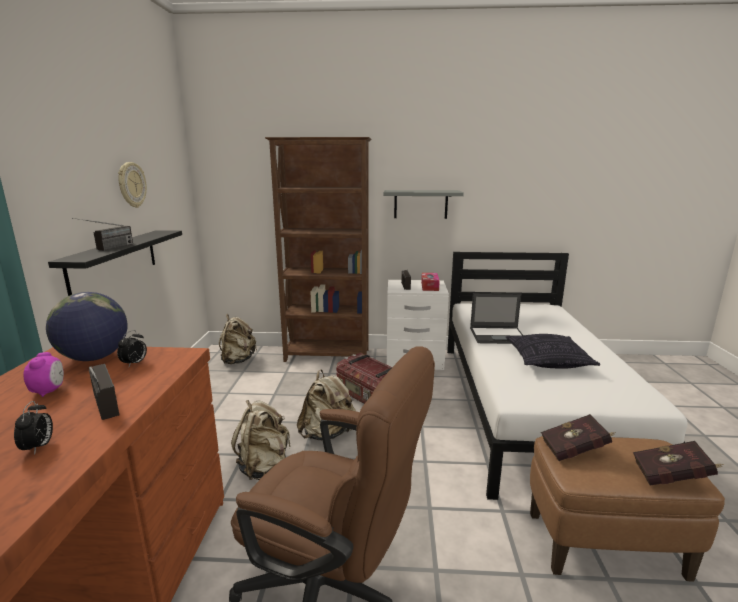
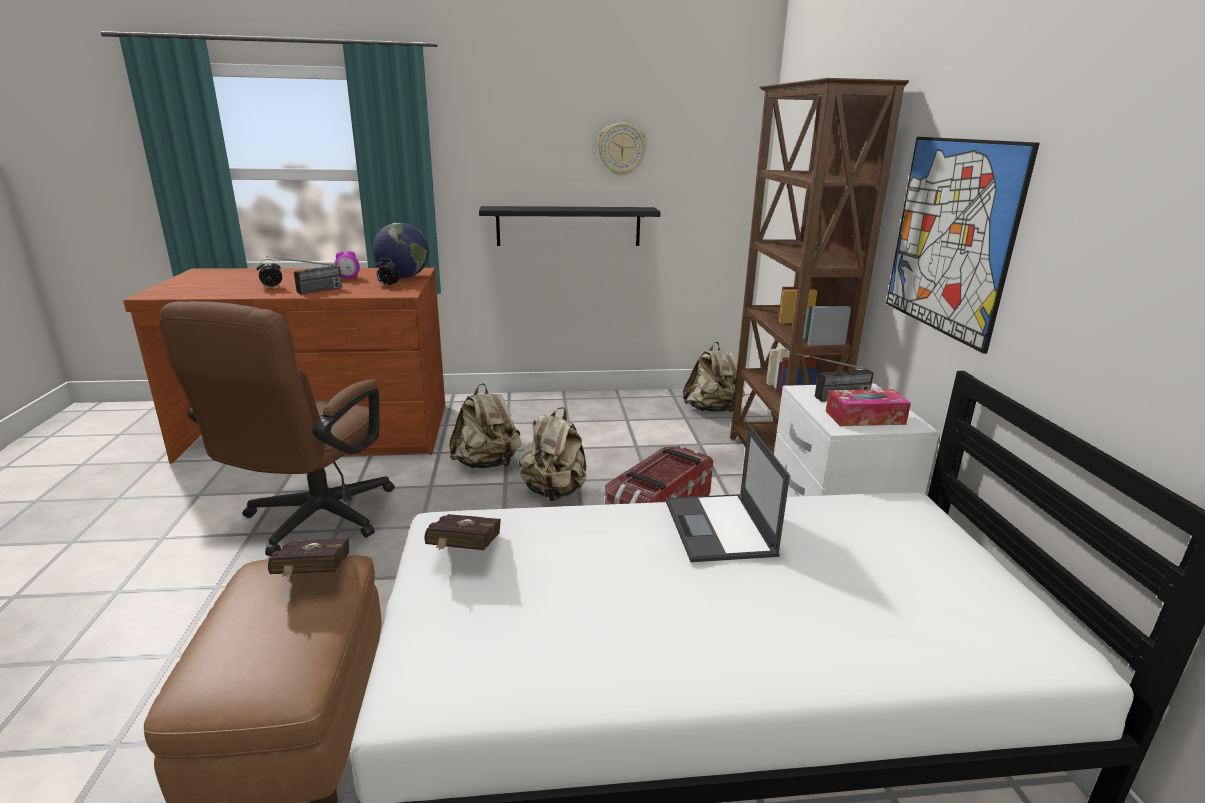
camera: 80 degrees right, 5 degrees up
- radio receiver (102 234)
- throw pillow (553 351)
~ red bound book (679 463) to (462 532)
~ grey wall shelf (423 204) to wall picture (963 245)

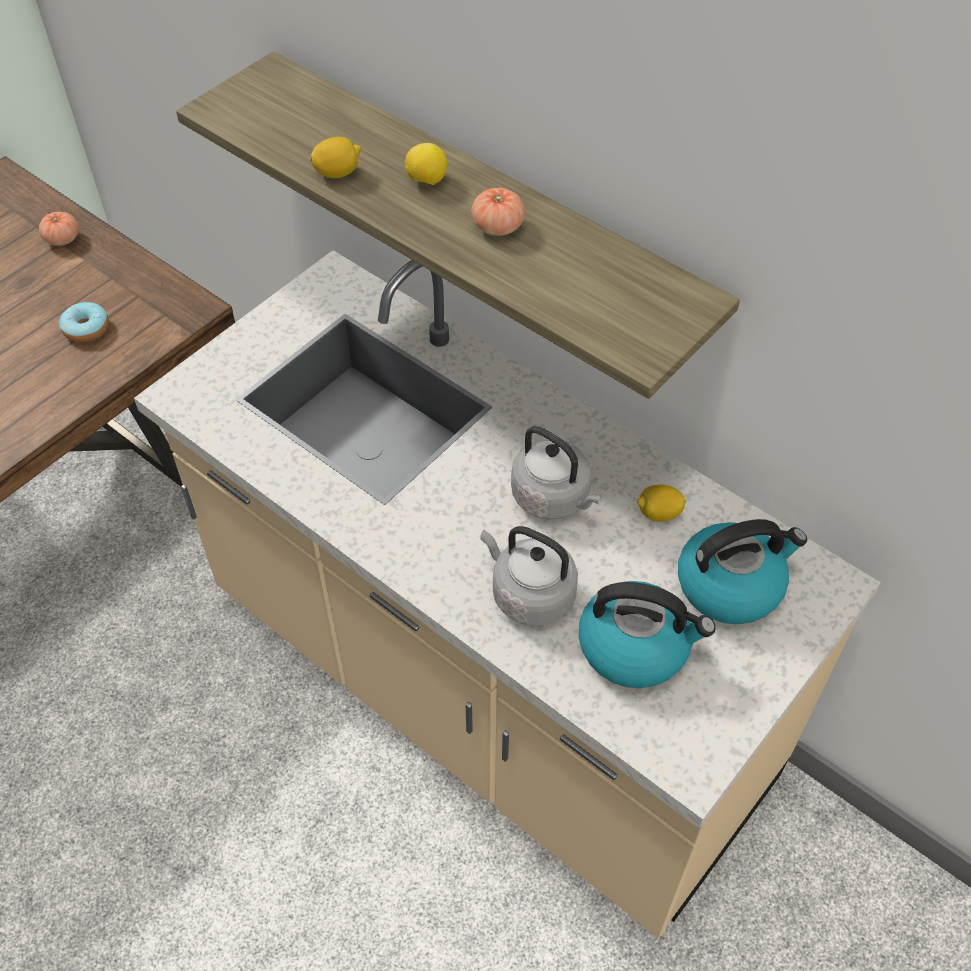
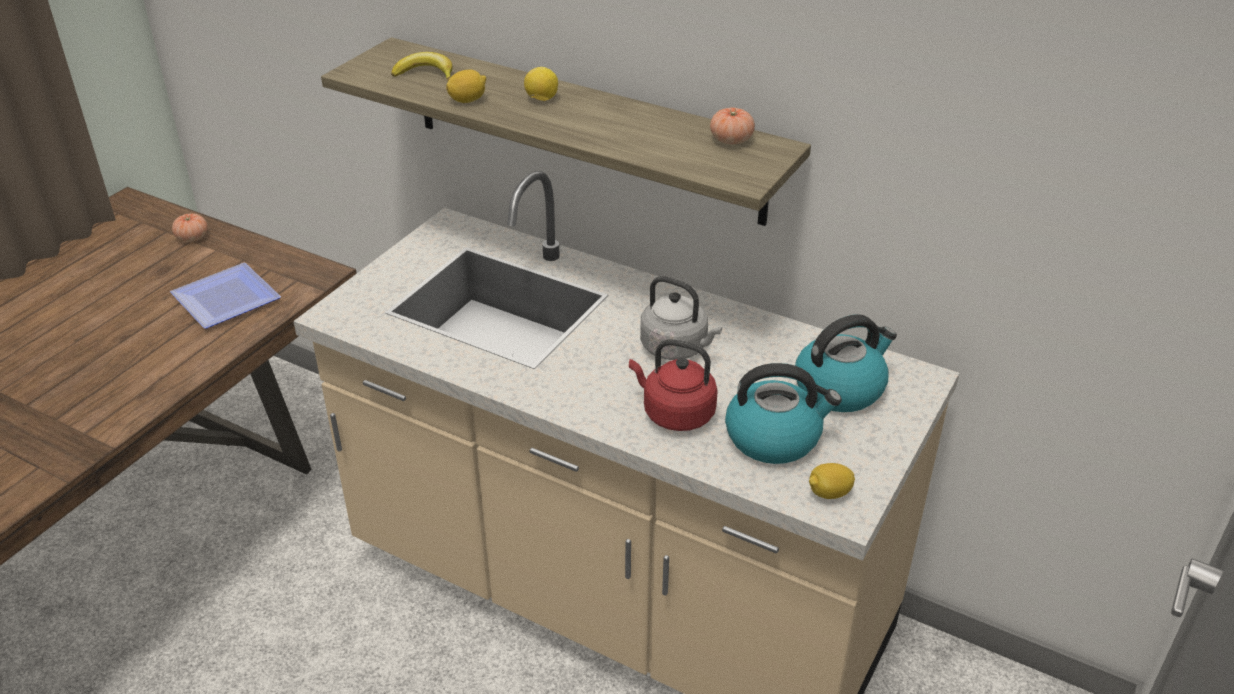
camera: 10 degrees left, 15 degrees down
+ banana (421 66)
~ fresh tomato (498 212) to (732 126)
~ whole lemon (661 503) to (832 481)
~ doughnut (84 322) to dinner plate (225 296)
~ grey tea kettle (529 576) to red tea kettle (673 385)

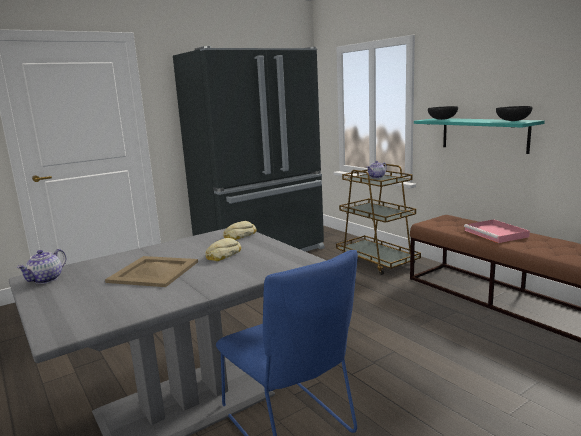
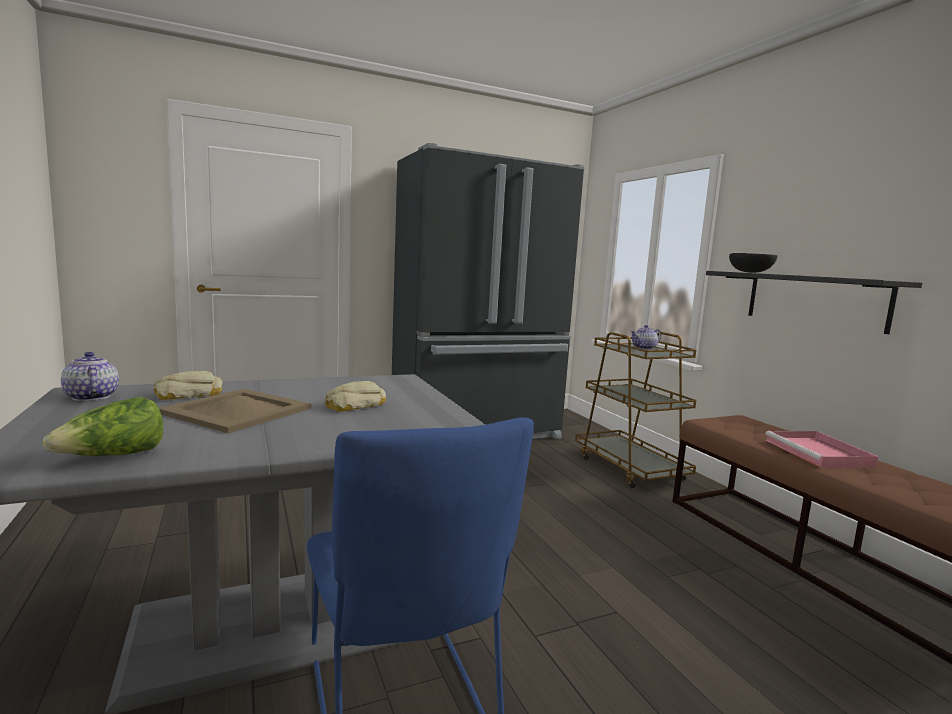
camera: 10 degrees right, 5 degrees down
- black deep dish (514 113)
+ lettuce (103 426)
~ bakery bread (239 230) to (187 385)
~ blue-green wall shelf (479 136) to black wall shelf (814 302)
~ teapot (41 266) = (90 376) 105 degrees clockwise

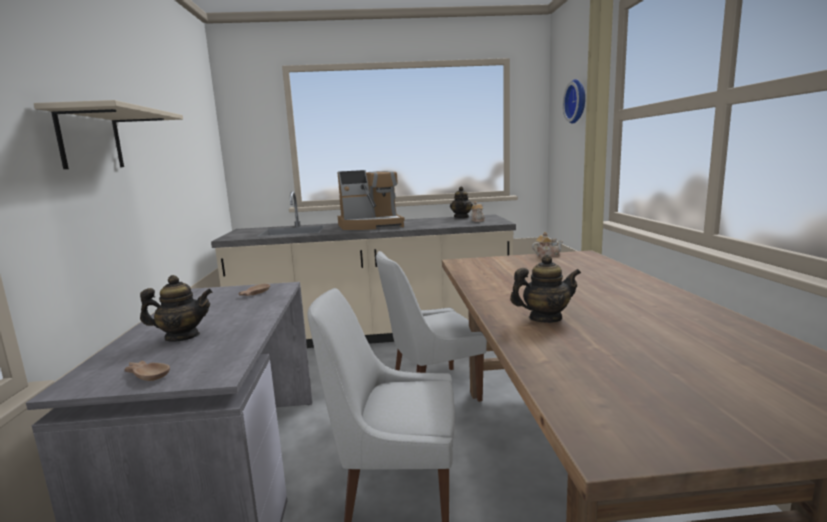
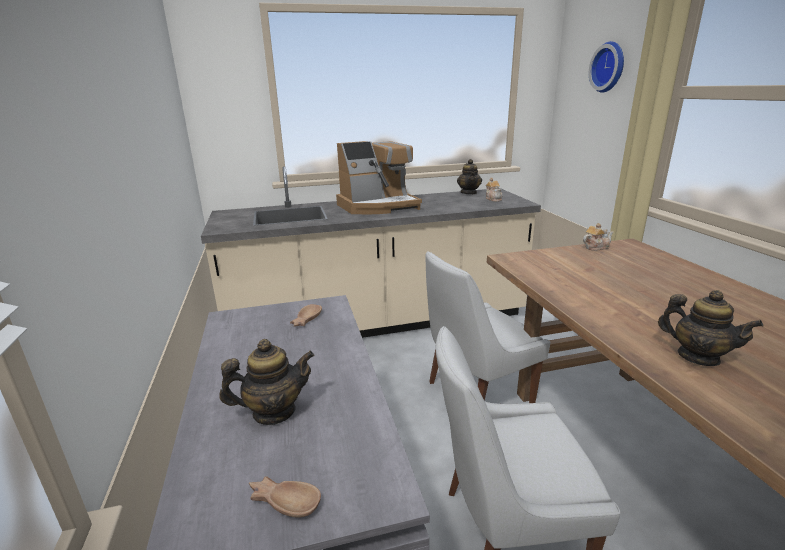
camera: 10 degrees left, 10 degrees up
- beige-coloured wall shelf (108 134)
~ teapot (545 288) = (711 328) 60 degrees clockwise

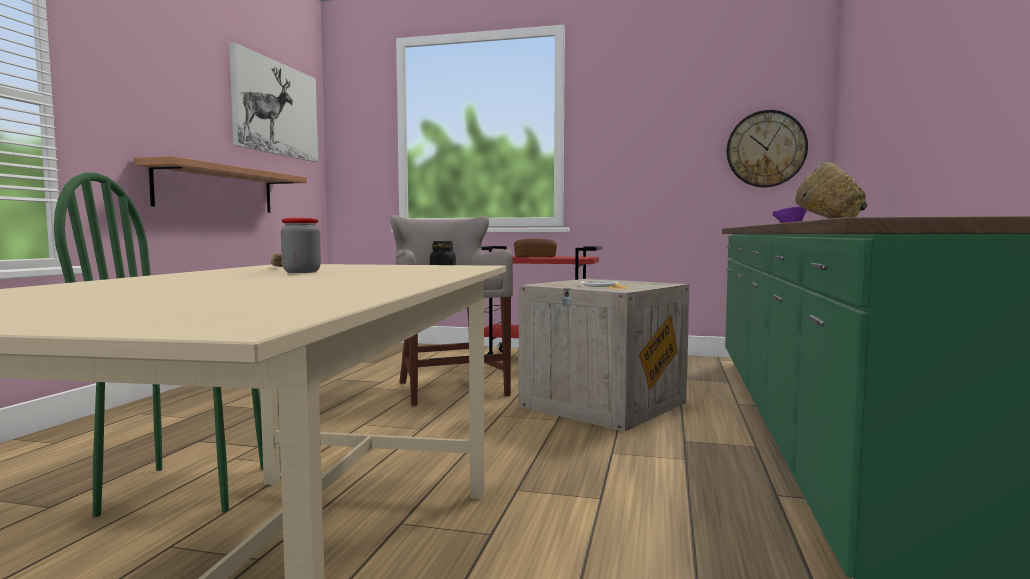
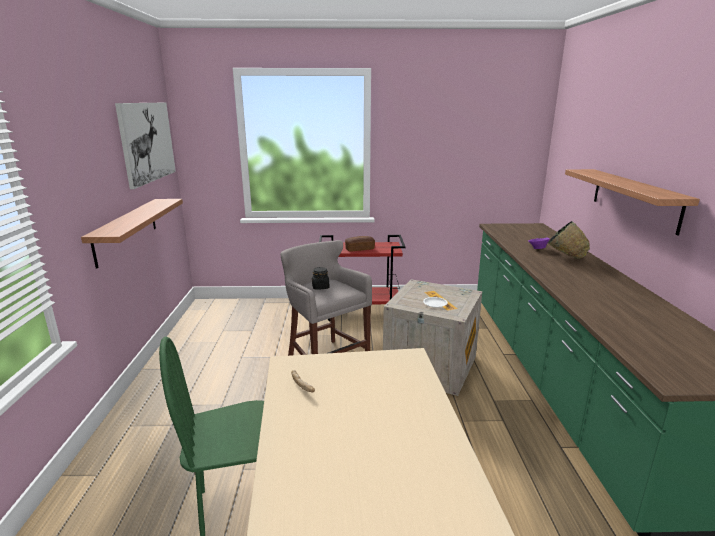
camera: 15 degrees left, 15 degrees up
- jar (301 245)
- wall clock (767 148)
+ wall shelf (632 202)

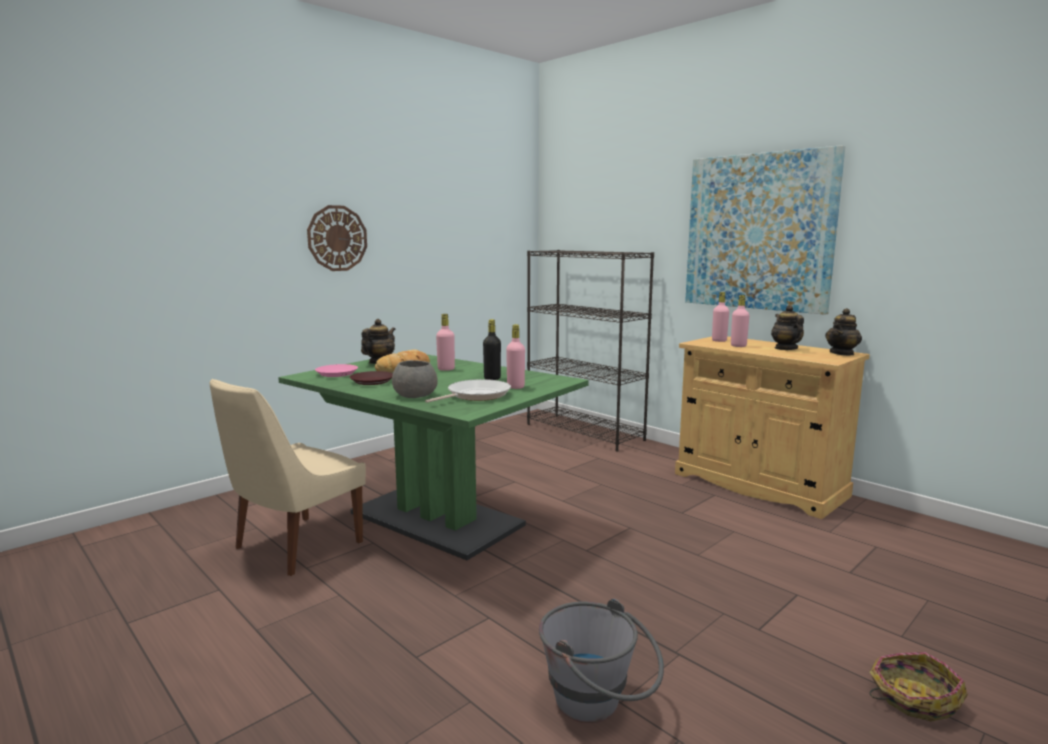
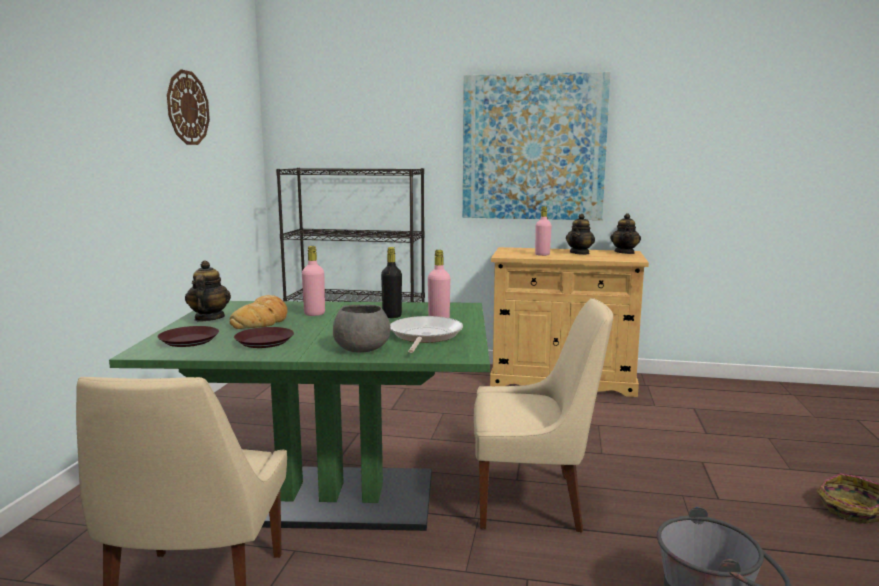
camera: 35 degrees left, 0 degrees up
- pink bottle (720 317)
+ beige-coloured chair (543 415)
~ wall clock (337 238) to (188 107)
~ pink dinner plate (336 370) to brownish dinner plate (188 336)
~ teapot (787 327) = (580 234) 105 degrees counterclockwise

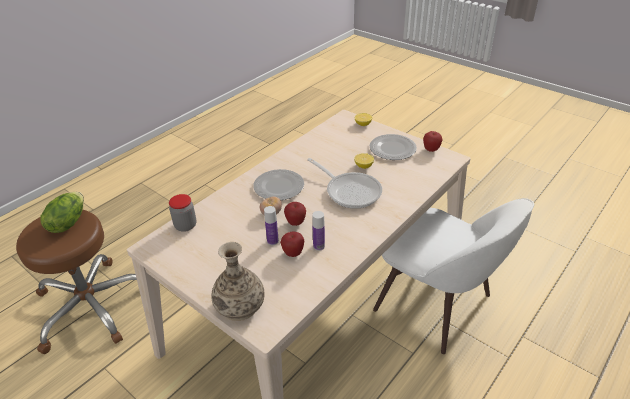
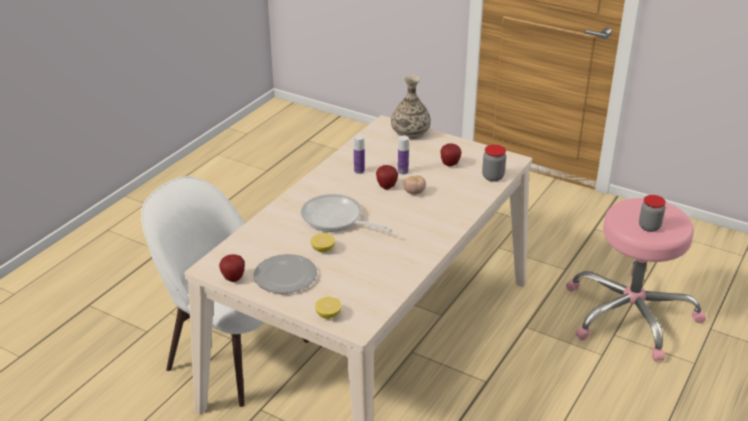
camera: 170 degrees right, 5 degrees down
- dinner plate (278 184)
~ apple (292 244) to (450 154)
~ lettuce (62 212) to jar (652 213)
~ brownish sitting stool (76 282) to pink sitting stool (636 279)

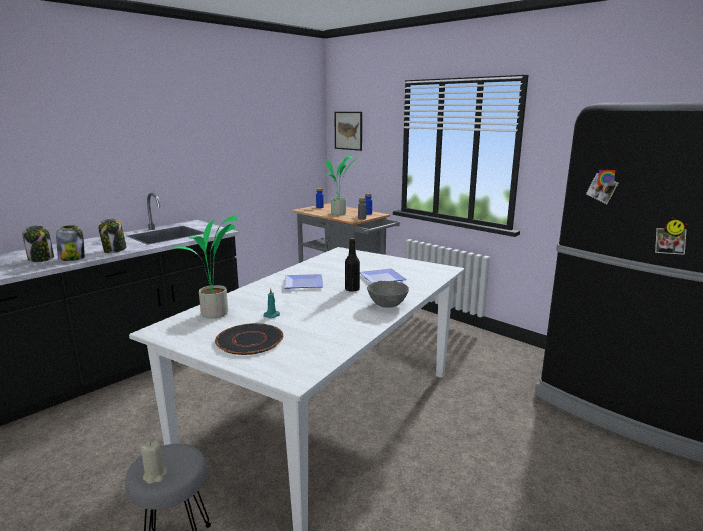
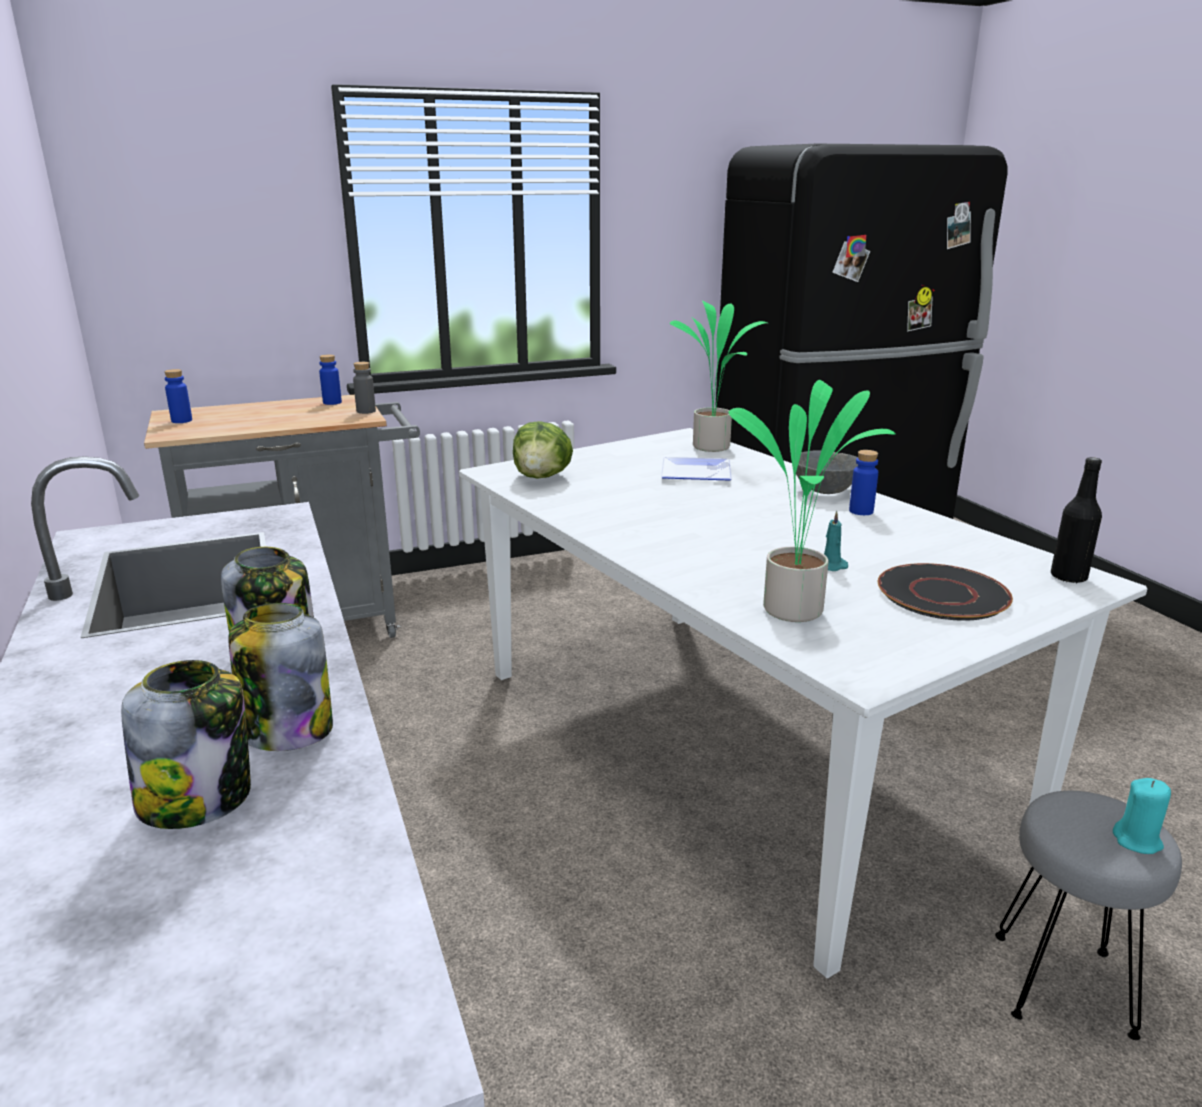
camera: 65 degrees left, 5 degrees up
- dinner plate (304 281)
- wall picture (348 131)
+ lettuce (543 450)
+ blue-coloured bottle (863 482)
~ plant in a pot (341 185) to (719 376)
~ black bottle (352 265) to (1076 520)
~ beige-coloured wax light (154 462) to blue-green wax light (1142 816)

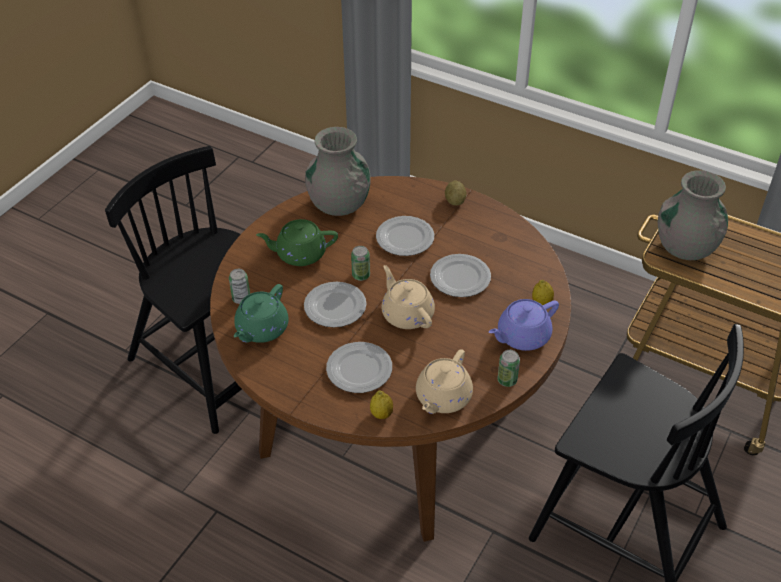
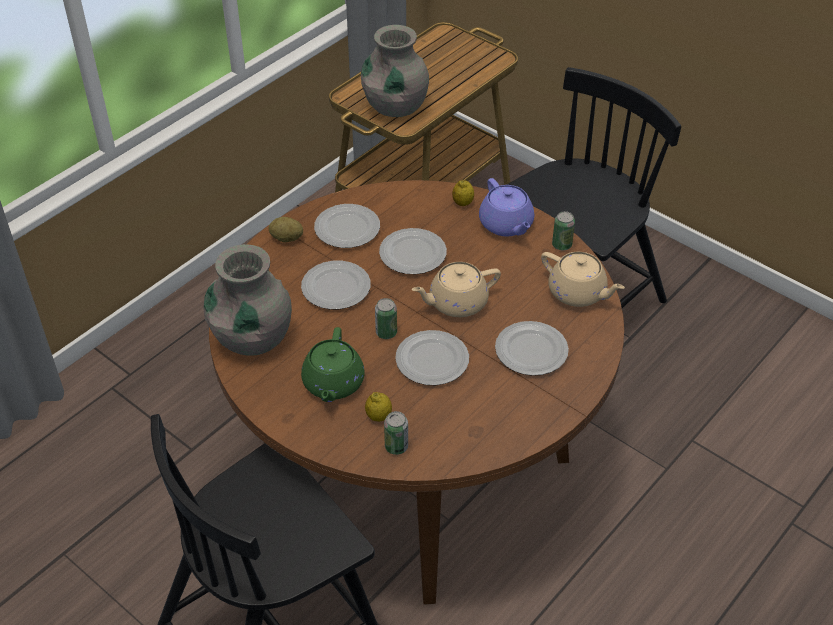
camera: 80 degrees left, 0 degrees up
- greenish teapot (261 313)
+ dinner plate (347 226)
~ whole lemon (381 405) to (378 407)

